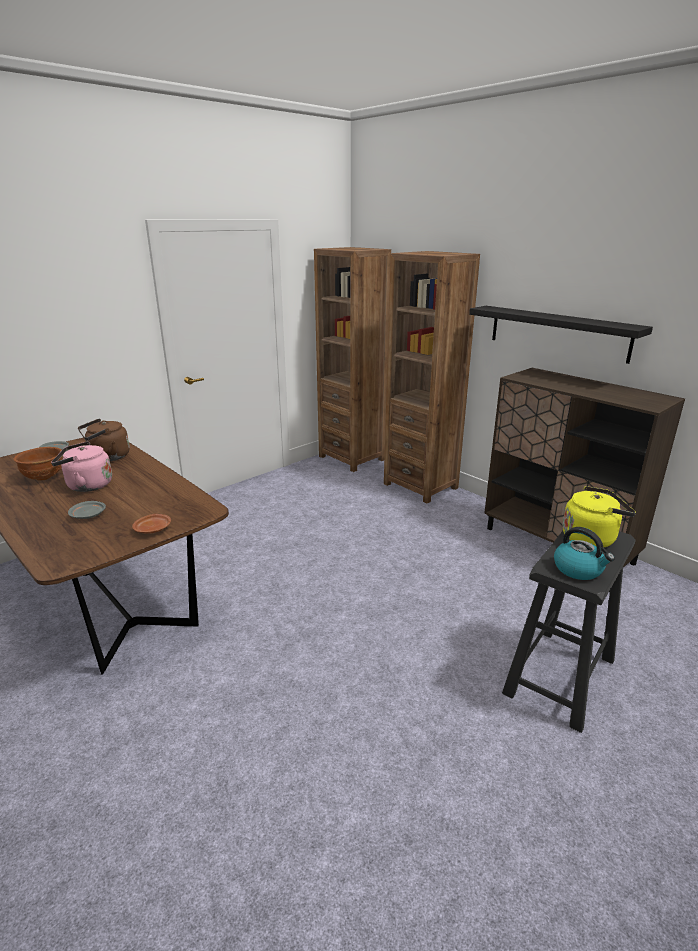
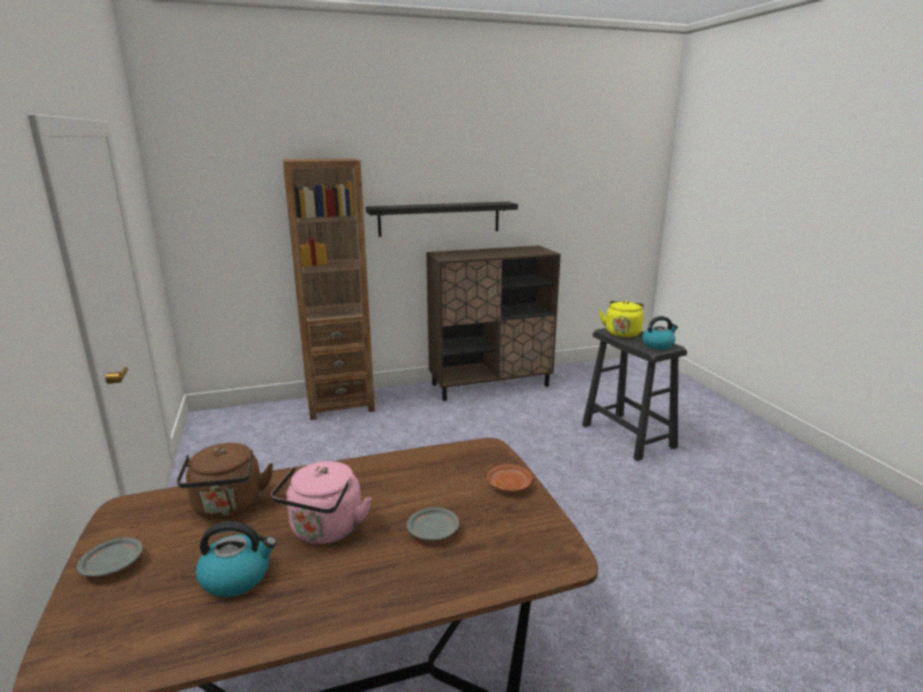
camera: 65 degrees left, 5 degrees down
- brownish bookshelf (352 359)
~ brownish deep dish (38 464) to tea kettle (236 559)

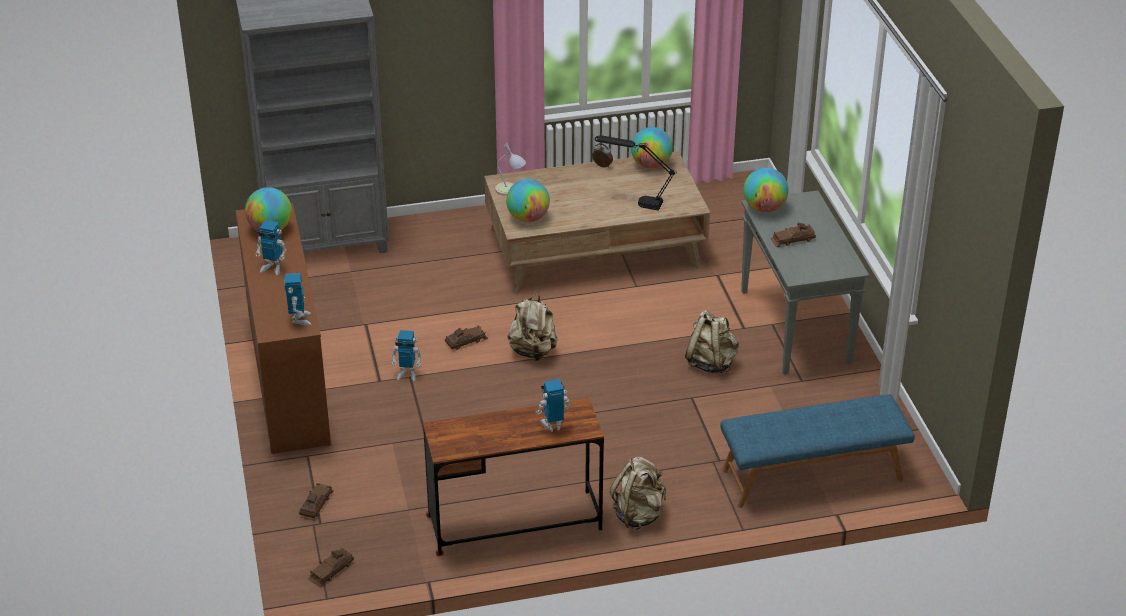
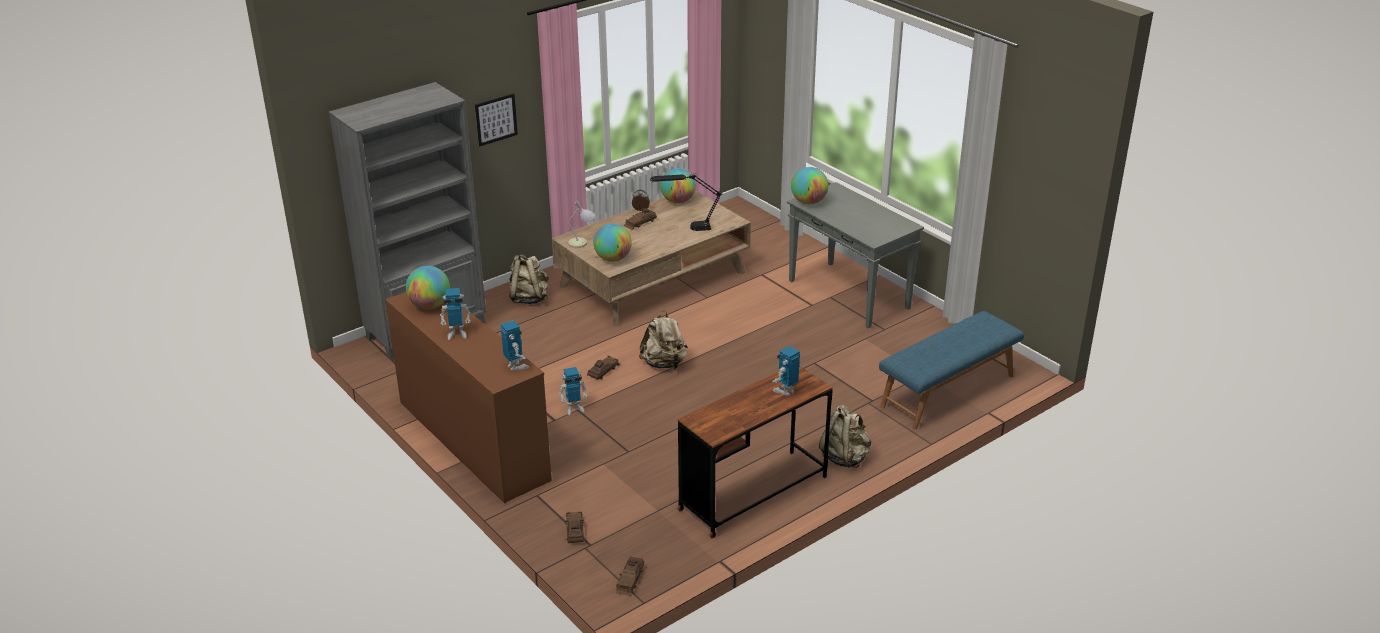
camera: 25 degrees left, 5 degrees down
+ wall picture (496 119)
~ beige-coloured backpack (712 342) to (529 279)
~ brownish toy car (793 235) to (640 219)

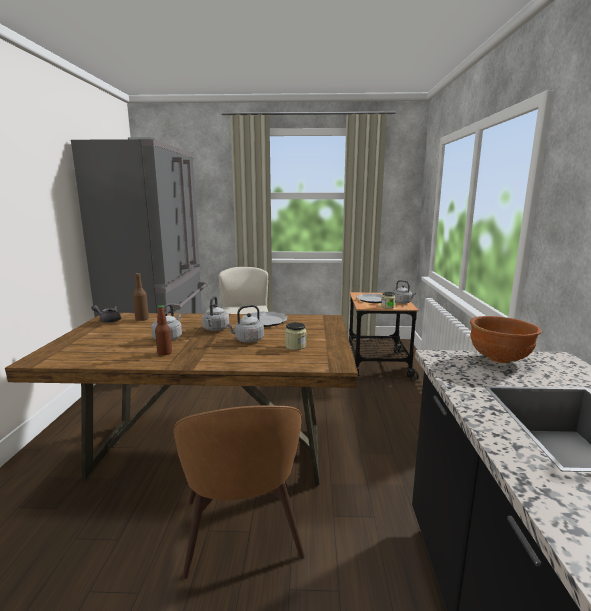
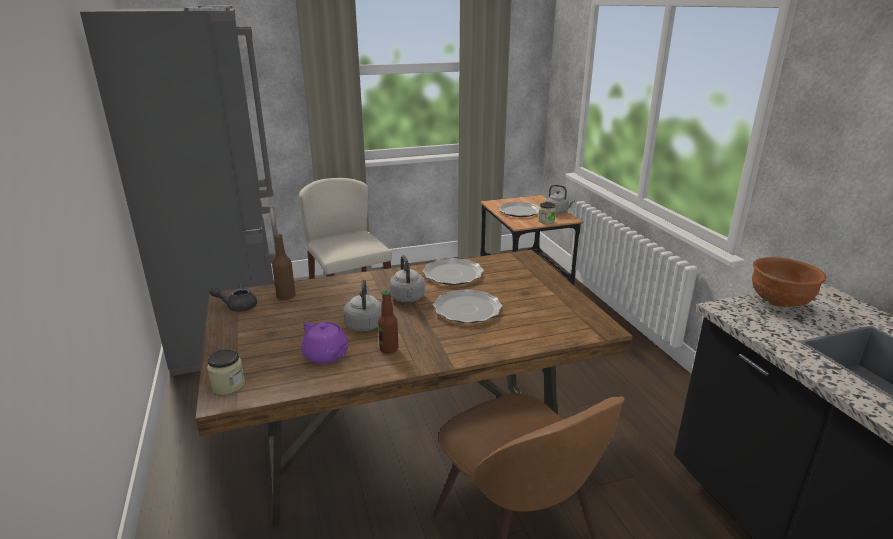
camera: 20 degrees left, 10 degrees up
+ purplish teapot (325 343)
~ jar (295 336) to (226 372)
~ grey tea kettle (245 324) to dinner plate (467 306)

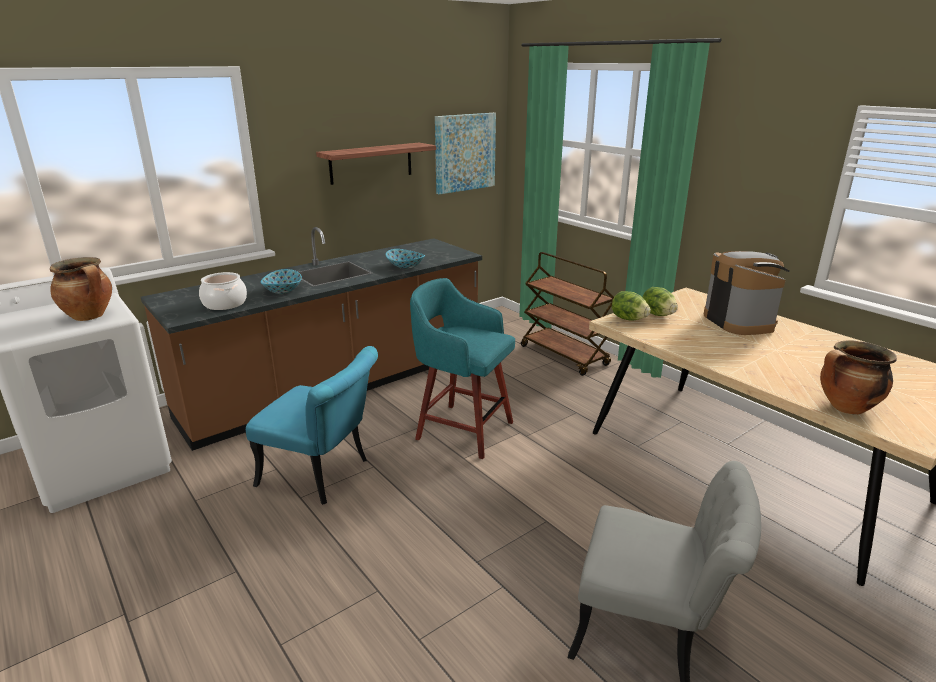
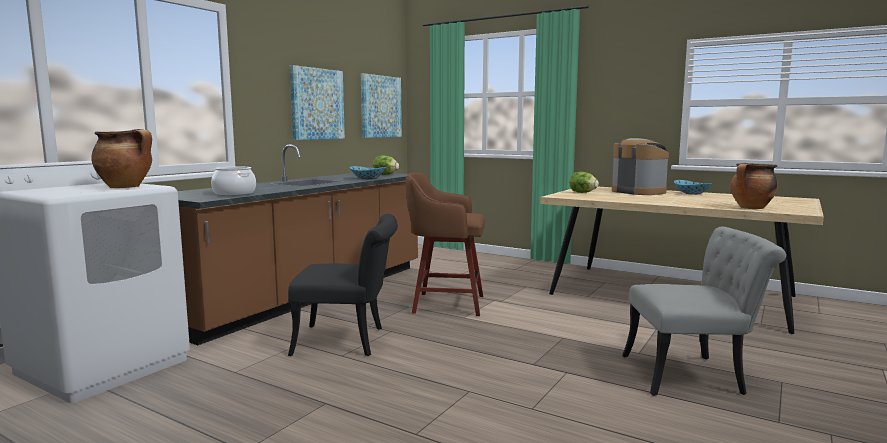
camera: 20 degrees left, 15 degrees down
- brownish wheeled cart (567 314)
~ deep dish (281 281) to (693 187)
~ lettuce (631 306) to (386 165)
~ wall shelf (376 164) to wall picture (317 102)
~ blue-green chair (312 425) to black chair (343 285)
~ blue-green sitting stool (462 368) to brownish sitting stool (445 244)

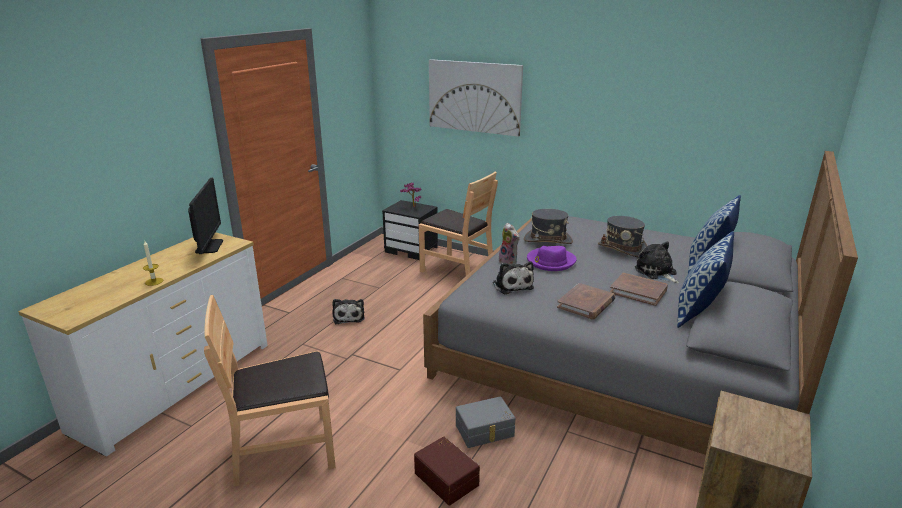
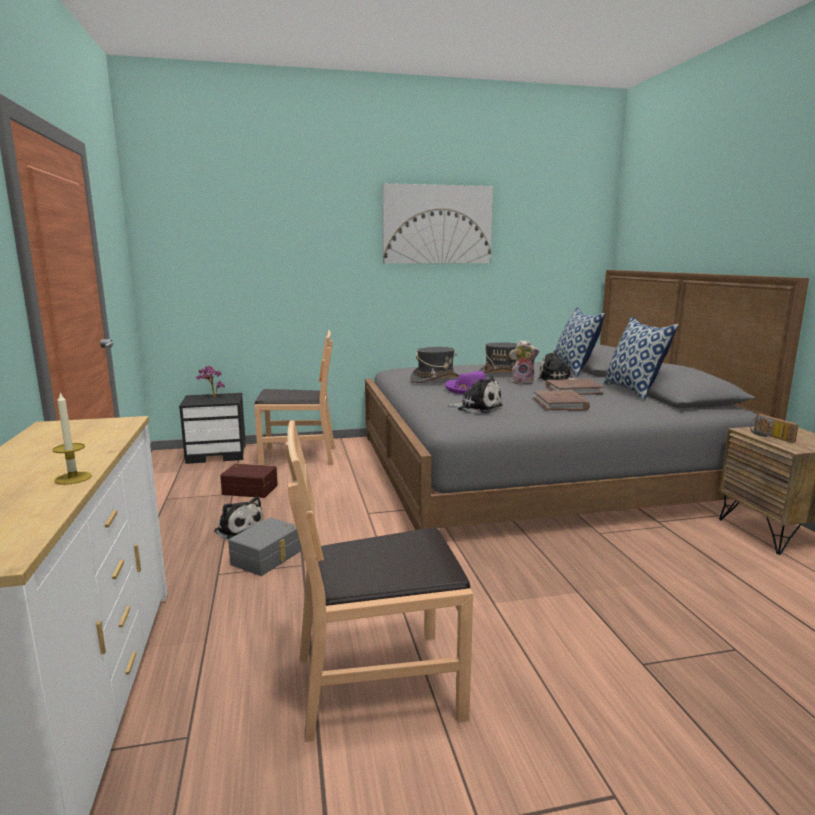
camera: 40 degrees left, 10 degrees down
- computer display (205 216)
+ radio receiver (774 428)
~ brownish storage container (447 471) to (249 480)
~ wall picture (476 98) to (437 223)
~ grey storage container (485 422) to (265 546)
~ cuddly toy (509 243) to (525 362)
~ brownish chair (270 391) = (379 581) 45 degrees clockwise

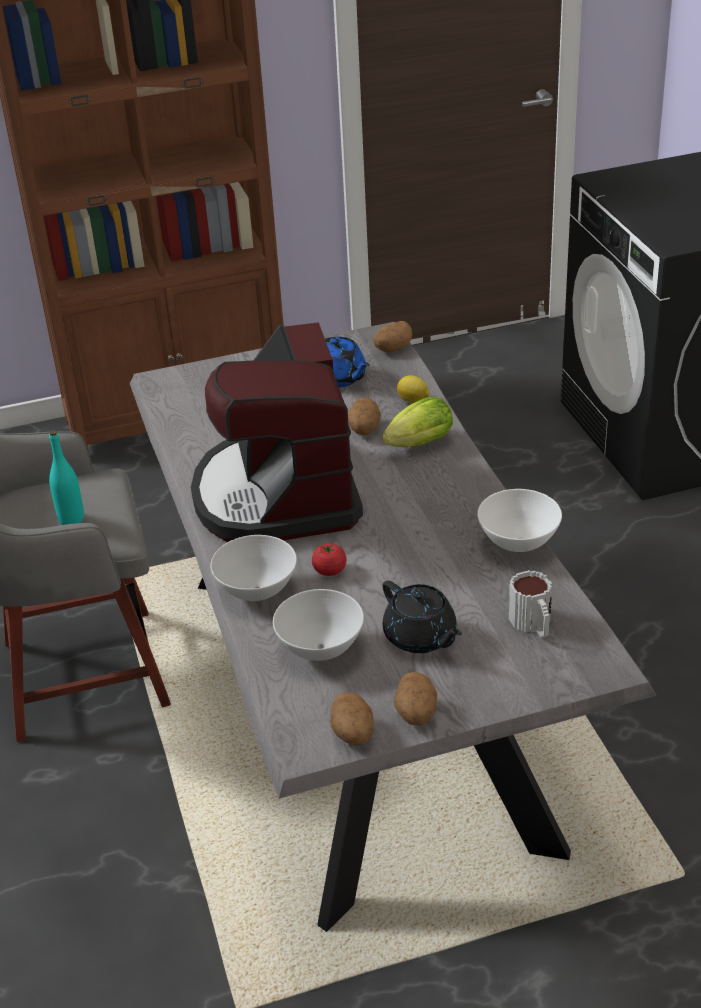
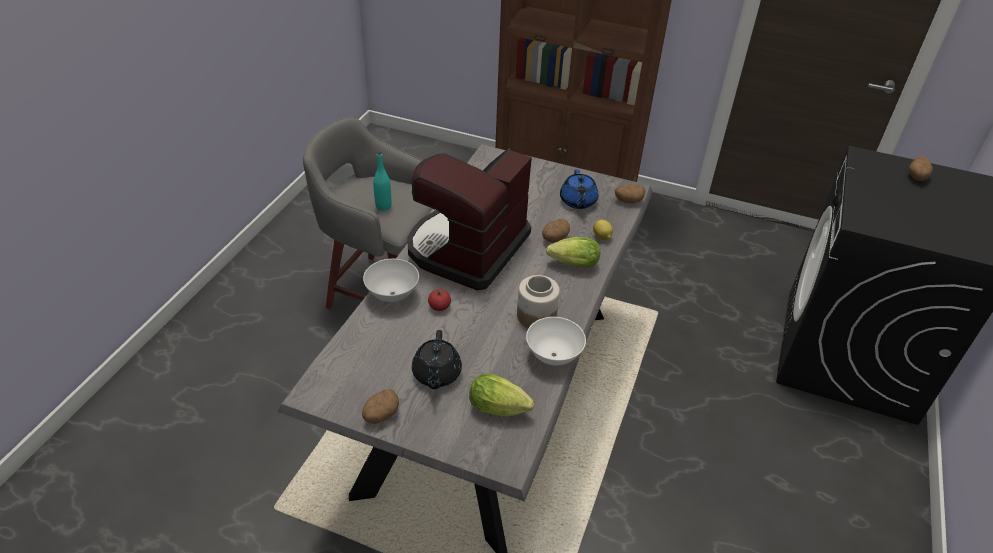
camera: 35 degrees right, 5 degrees up
- white-coloured deep dish (318 625)
+ jar (538 301)
~ spud (352 719) to (920 168)
~ tea mug (530 604) to lettuce (501 394)

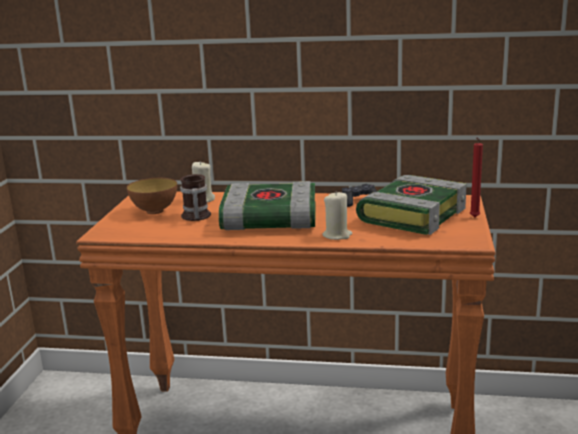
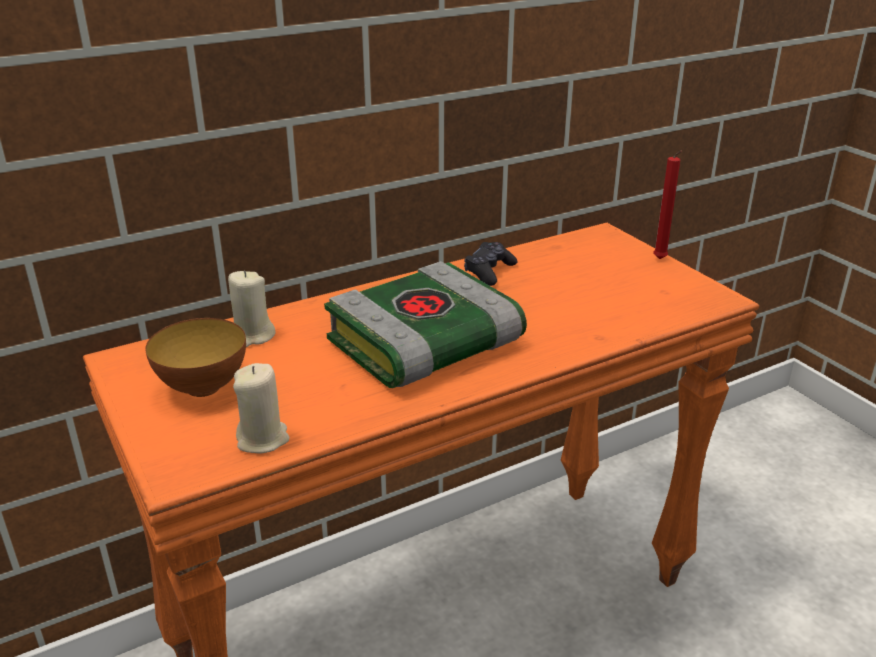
camera: 40 degrees left, 10 degrees up
- tea mug (195 197)
- bound book (411 205)
~ beige-coloured wax light (337 215) to (261 408)

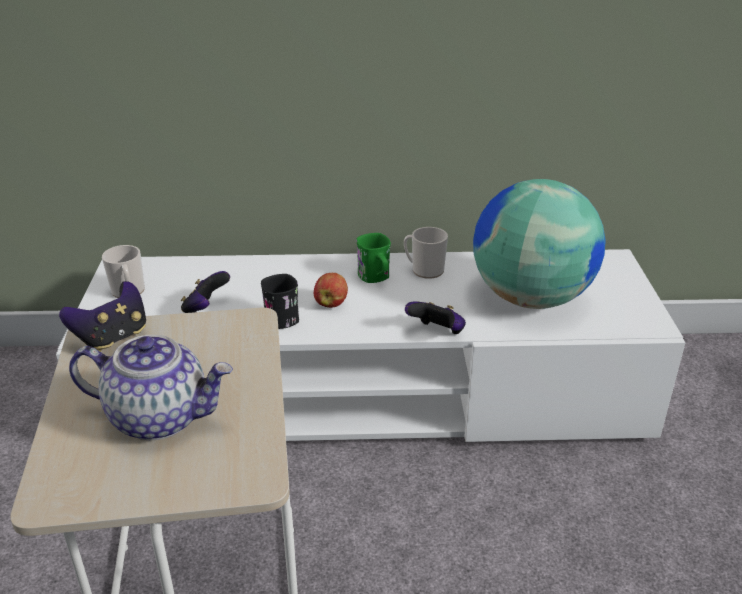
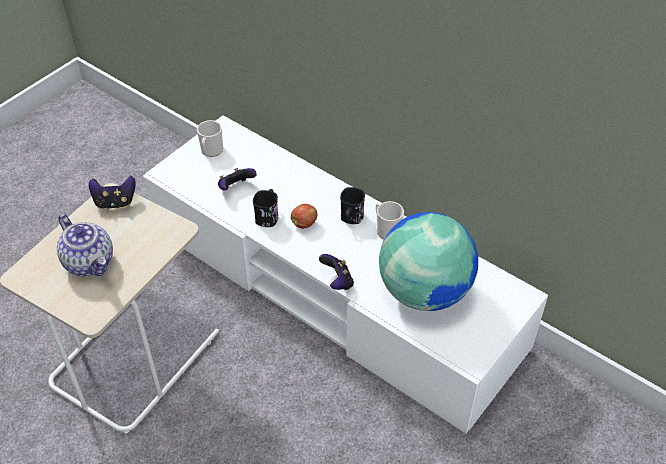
camera: 40 degrees right, 15 degrees up
~ greenish tea mug (373 258) to black tea mug (352 205)

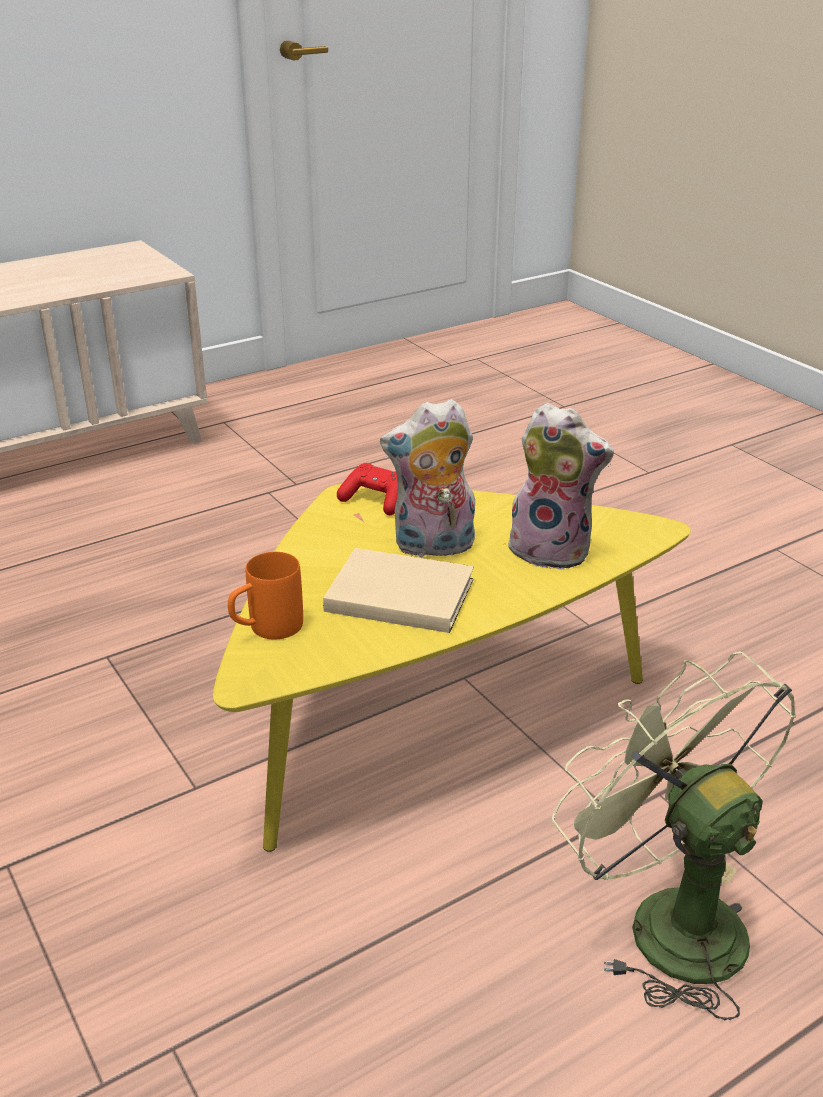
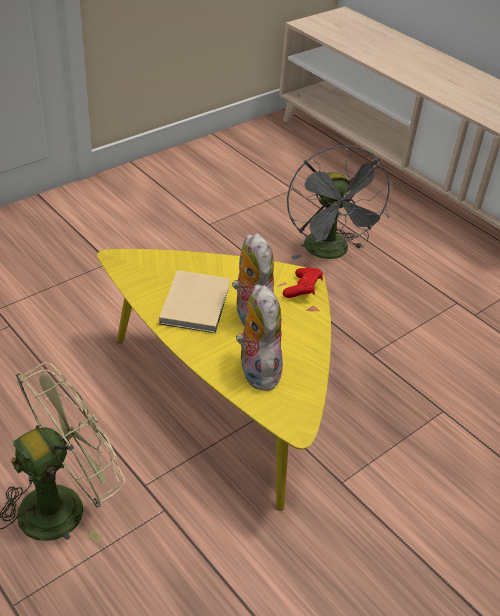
camera: 80 degrees right, 10 degrees up
- orangey tea mug (265 595)
+ grey cooling fan (340 202)
~ cuddly toy (561 486) = (259 337) 150 degrees clockwise

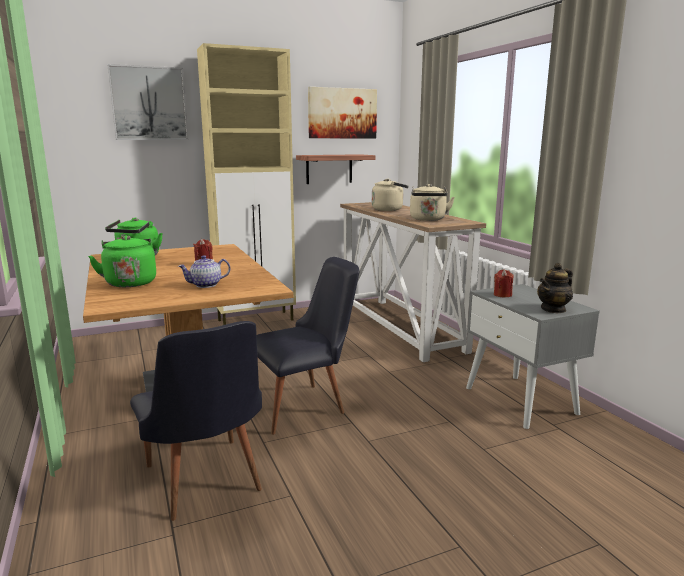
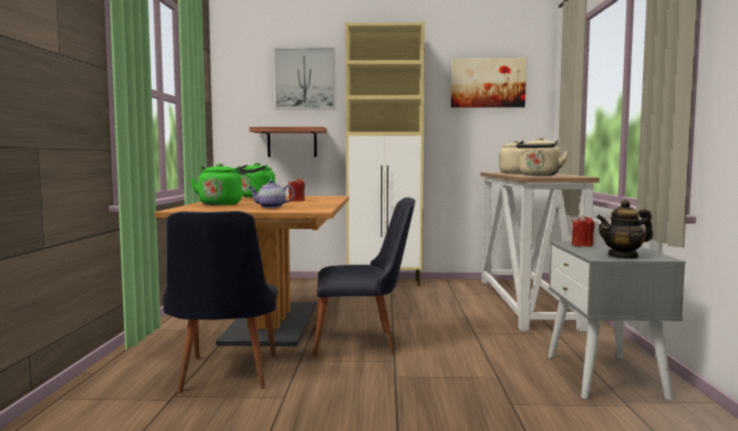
camera: 25 degrees right, 10 degrees down
~ wall shelf (336 169) to (288 142)

